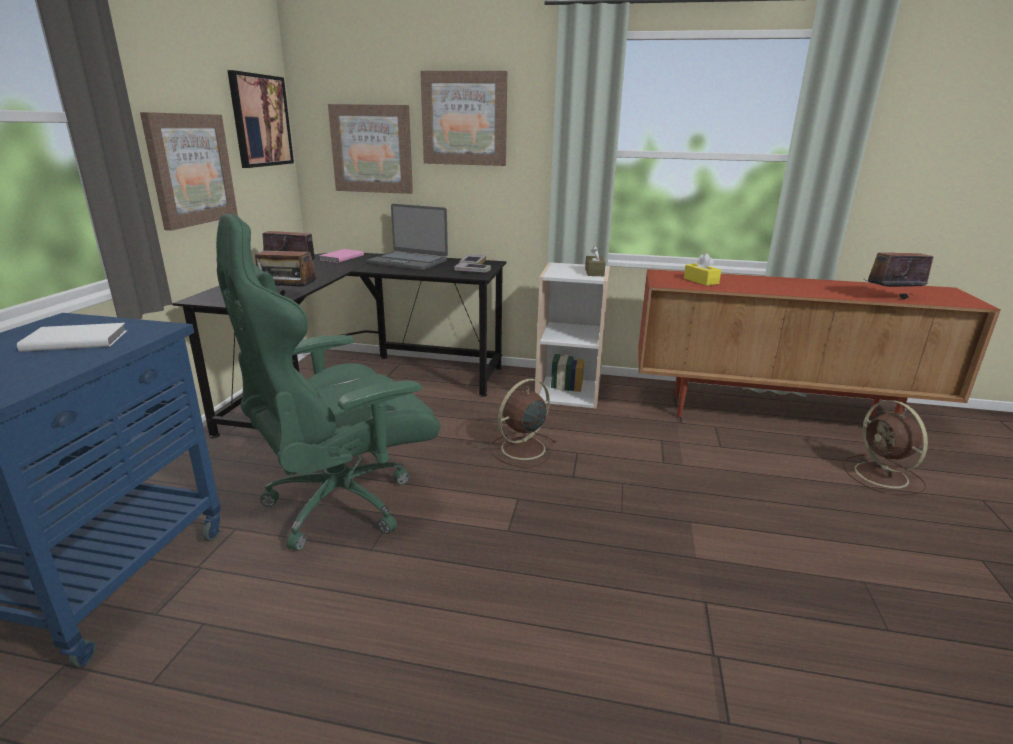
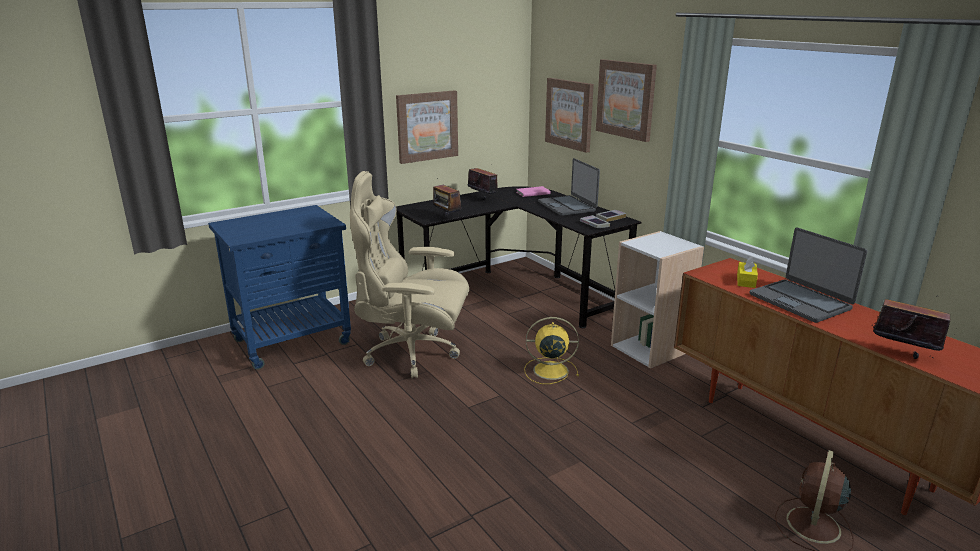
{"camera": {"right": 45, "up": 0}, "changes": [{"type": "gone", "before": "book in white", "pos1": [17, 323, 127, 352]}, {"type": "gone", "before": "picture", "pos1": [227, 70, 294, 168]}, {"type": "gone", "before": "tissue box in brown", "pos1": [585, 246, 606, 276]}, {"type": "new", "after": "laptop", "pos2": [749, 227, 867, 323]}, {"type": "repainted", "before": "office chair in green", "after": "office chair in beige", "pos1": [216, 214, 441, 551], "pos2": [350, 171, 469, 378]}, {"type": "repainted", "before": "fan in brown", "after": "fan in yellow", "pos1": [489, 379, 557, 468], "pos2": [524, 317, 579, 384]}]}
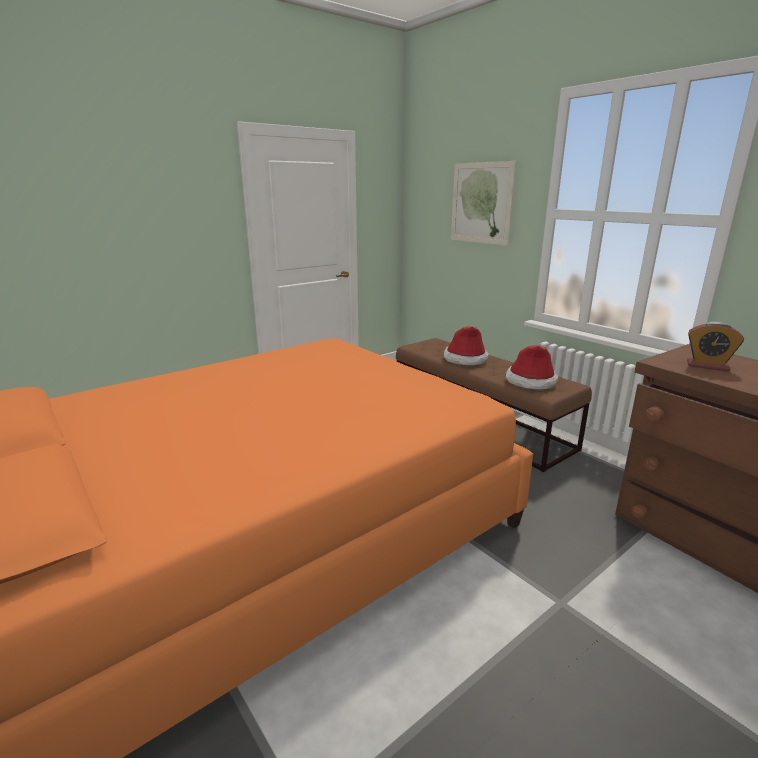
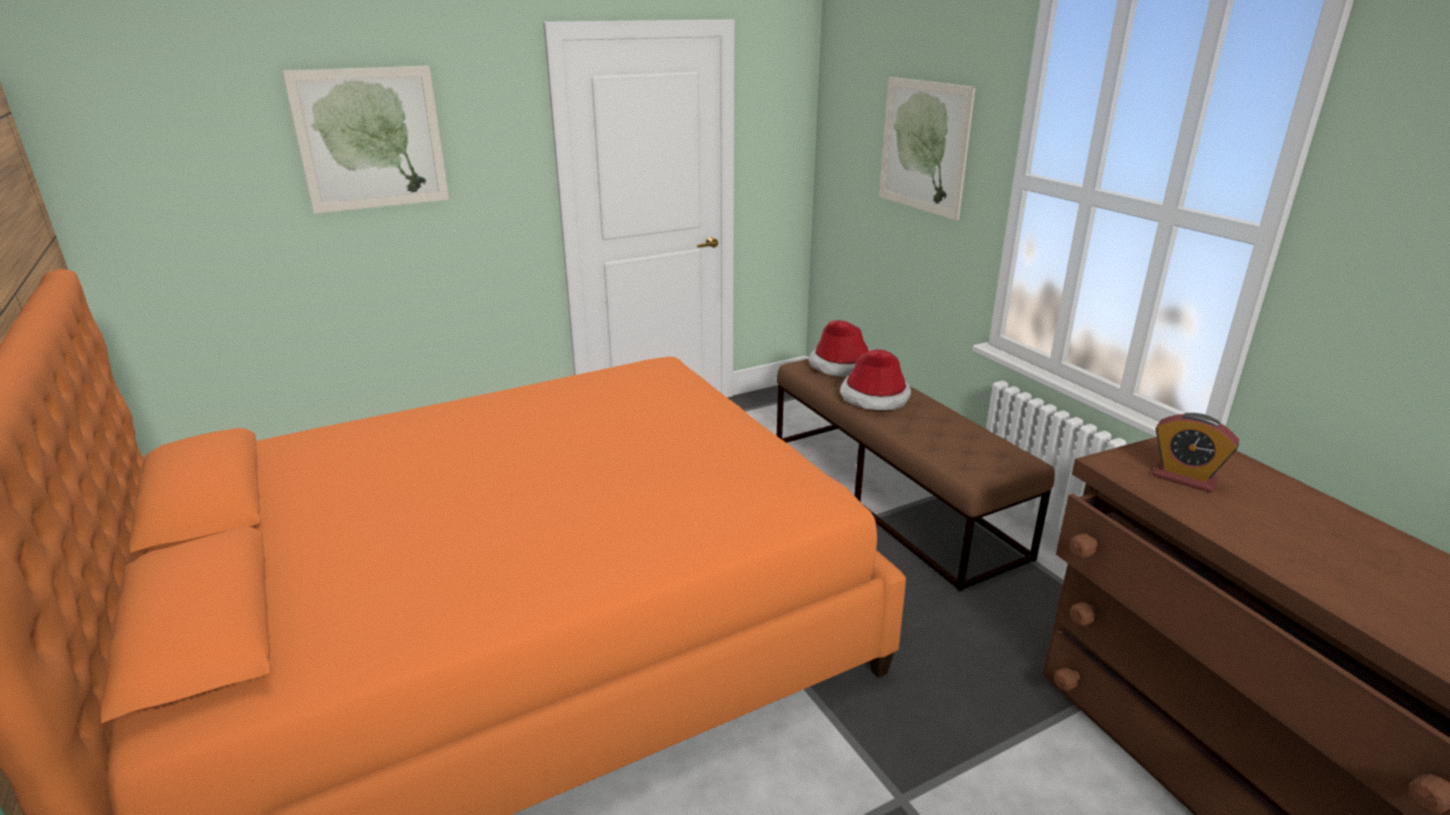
{"camera": {"right": 10, "up": 5}, "changes": [{"type": "new", "after": "picture", "pos2": [283, 66, 449, 214]}, {"type": "shifted", "before": "hat", "pos1": [506, 345, 558, 390], "pos2": [808, 320, 870, 377]}]}
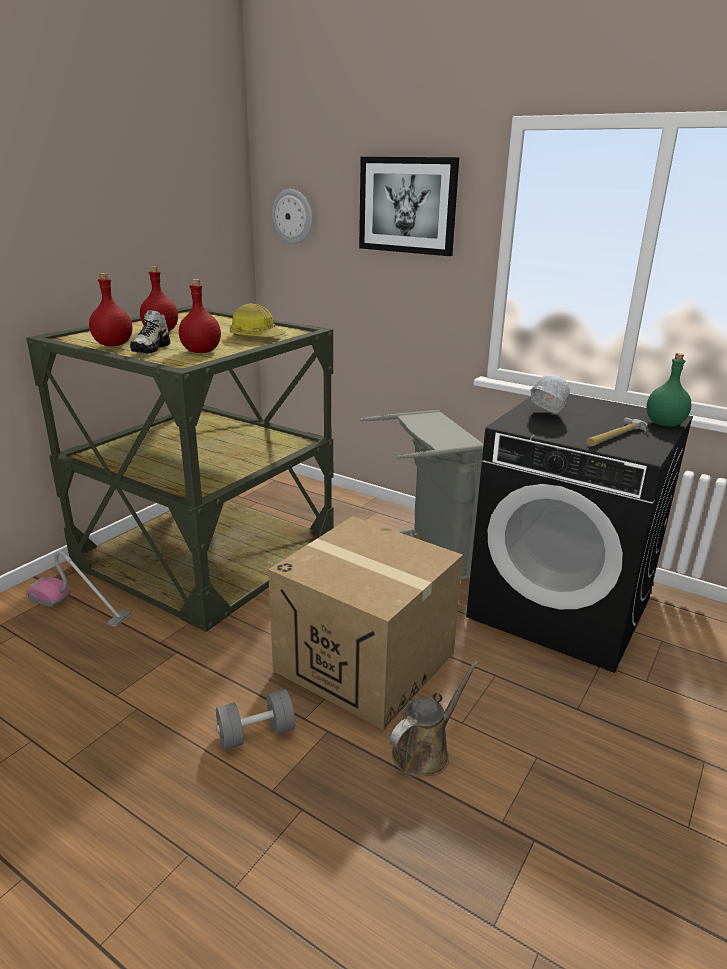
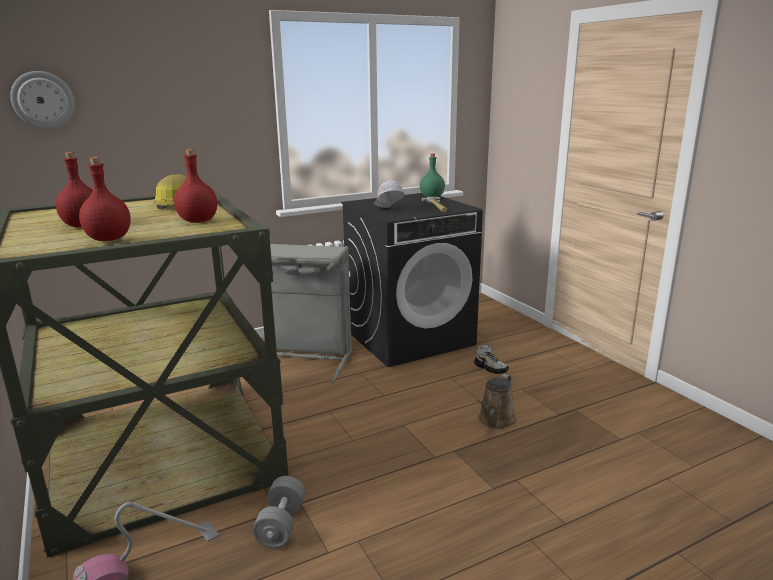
{"camera": {"right": -60, "up": -5}, "changes": [{"type": "gone", "before": "cardboard box", "pos1": [268, 516, 463, 731]}, {"type": "gone", "before": "picture", "pos1": [359, 157, 459, 256]}, {"type": "shifted", "before": "shoe", "pos1": [130, 310, 170, 353], "pos2": [474, 344, 509, 374]}, {"type": "shifted", "before": "dumbbell in grey", "pos1": [216, 689, 295, 750], "pos2": [252, 476, 305, 548]}, {"type": "rotated", "before": "watering can in brown", "pos1": [390, 661, 479, 777], "pos2": [477, 374, 517, 429], "turn": -135}]}
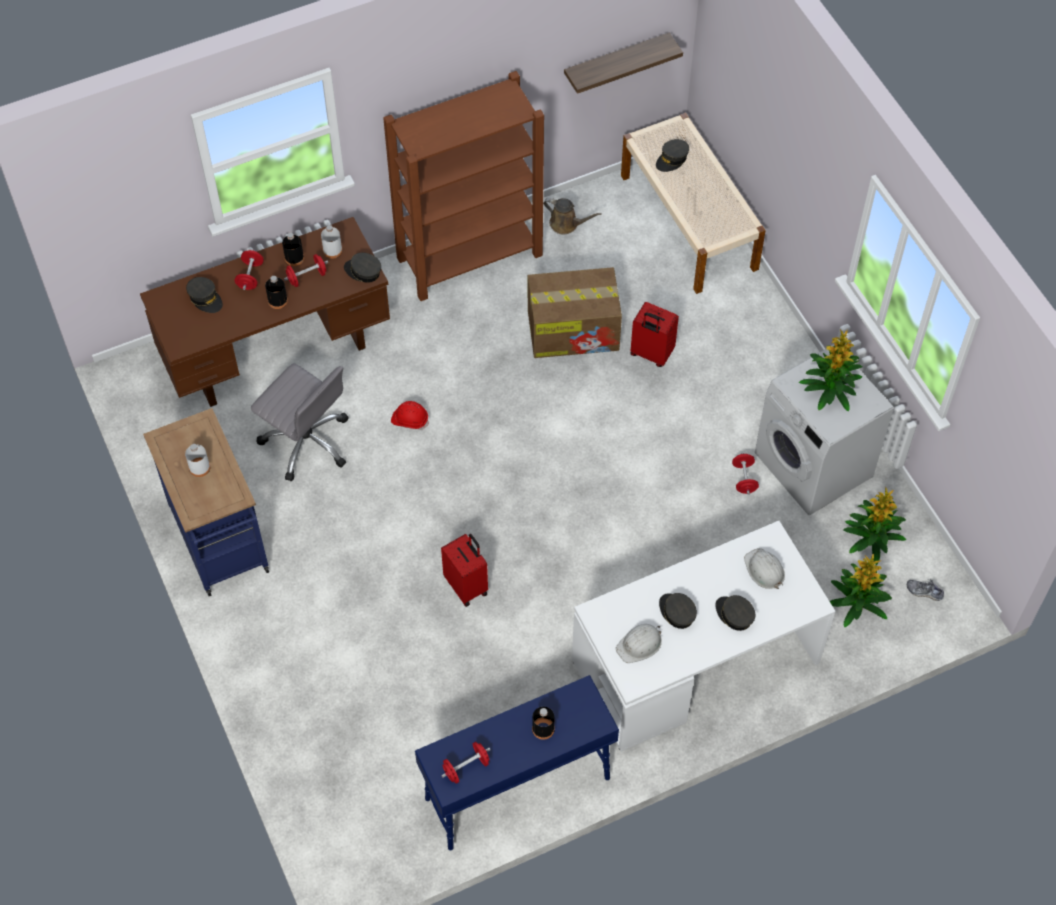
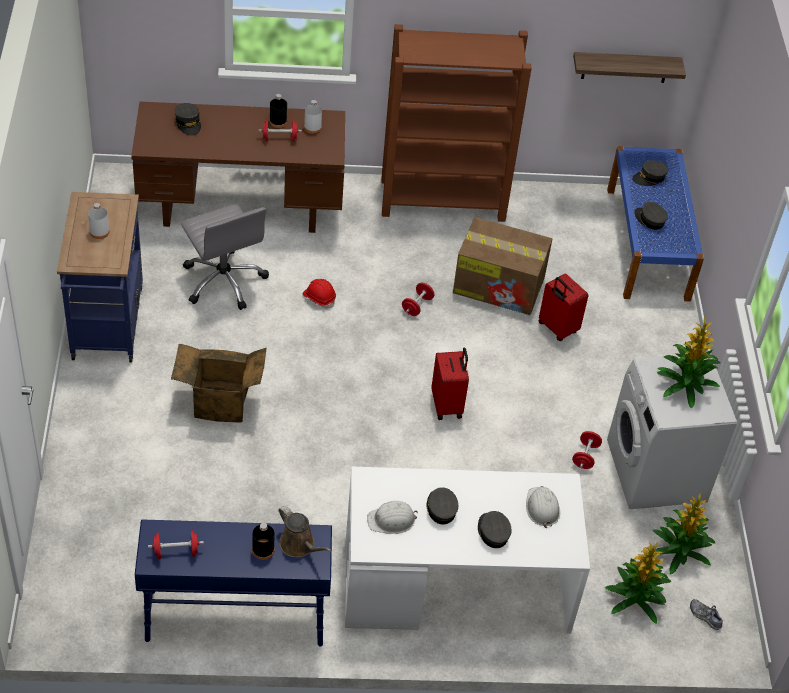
{"camera": {"right": 20, "up": -10}, "changes": [{"type": "gone", "before": "bottle in black", "pos1": [265, 276, 288, 309]}, {"type": "new", "after": "cardboard box", "pos2": [171, 344, 267, 423]}, {"type": "shifted", "before": "dumbbell in red", "pos1": [235, 250, 264, 290], "pos2": [402, 283, 434, 316]}, {"type": "shifted", "before": "cap in grey", "pos1": [344, 252, 381, 283], "pos2": [634, 202, 668, 230]}, {"type": "shifted", "before": "suitcase in red", "pos1": [441, 534, 488, 607], "pos2": [432, 348, 469, 420]}, {"type": "shifted", "before": "watering can in brown", "pos1": [543, 198, 602, 234], "pos2": [279, 506, 331, 558]}, {"type": "repainted", "before": "bench in beige", "after": "bench in blue", "pos1": [621, 113, 766, 294], "pos2": [607, 146, 704, 302]}]}
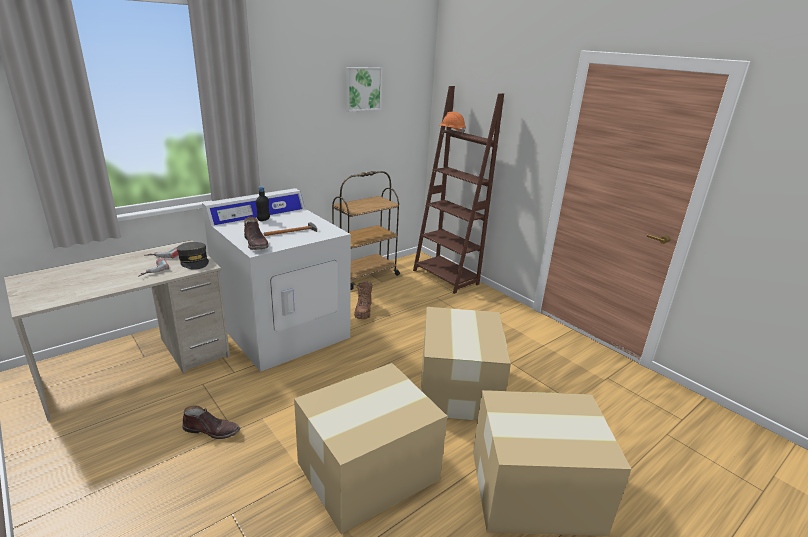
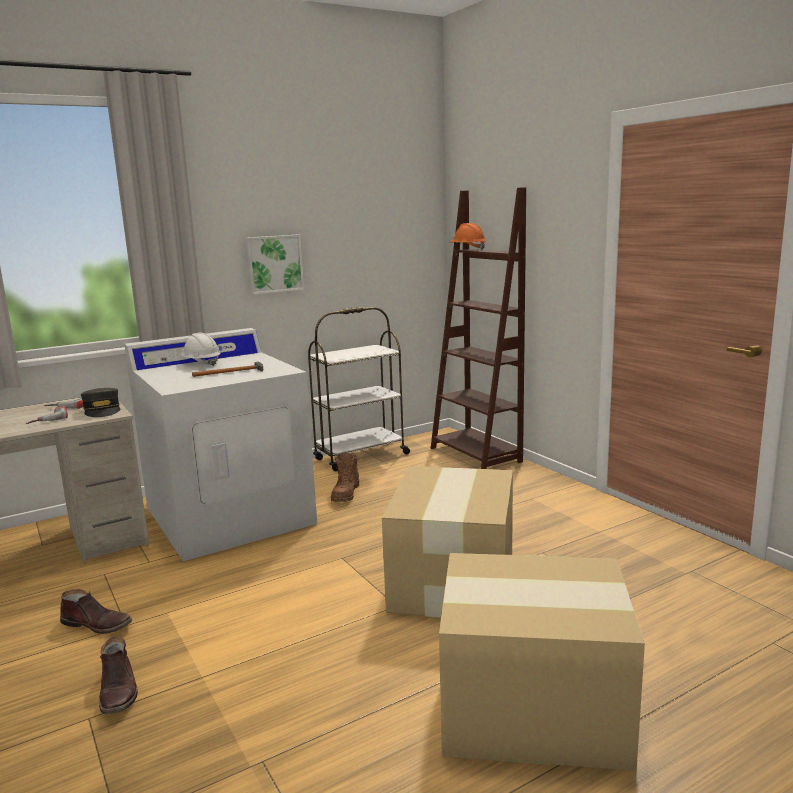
{"camera": {"right": 10, "up": -10}, "changes": [{"type": "gone", "before": "cardboard box", "pos1": [294, 363, 447, 534]}, {"type": "shifted", "before": "boot in brown", "pos1": [244, 217, 269, 250], "pos2": [99, 636, 138, 714]}, {"type": "shifted", "before": "picture", "pos1": [345, 67, 382, 112], "pos2": [246, 234, 304, 295]}, {"type": "swapped", "before": "bottle in black", "after": "hard hat in white", "pos1": [256, 187, 270, 221], "pos2": [180, 333, 220, 366]}, {"type": "repainted", "before": "cart in brown", "after": "cart in white", "pos1": [332, 171, 400, 290], "pos2": [308, 307, 410, 471]}]}
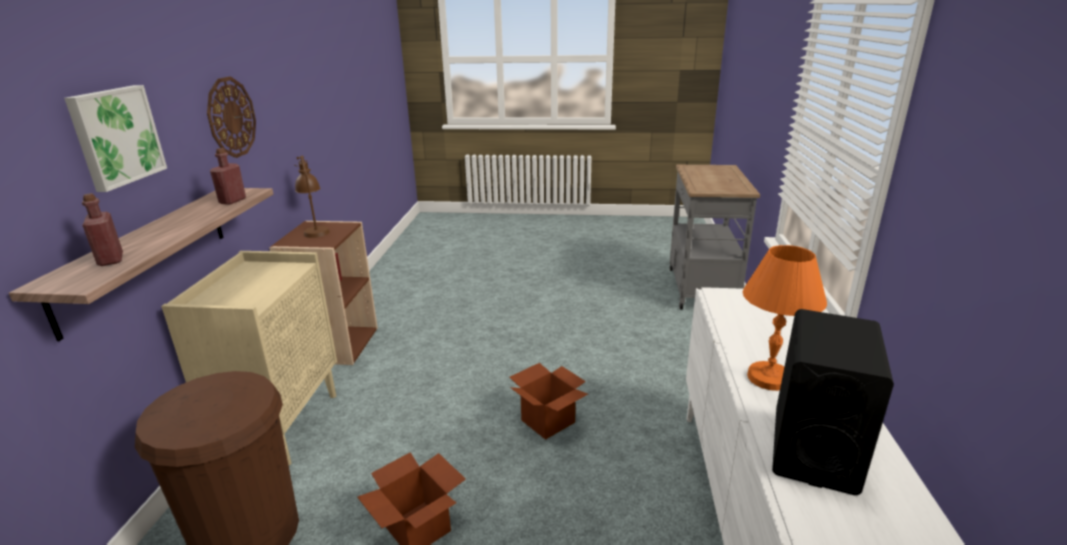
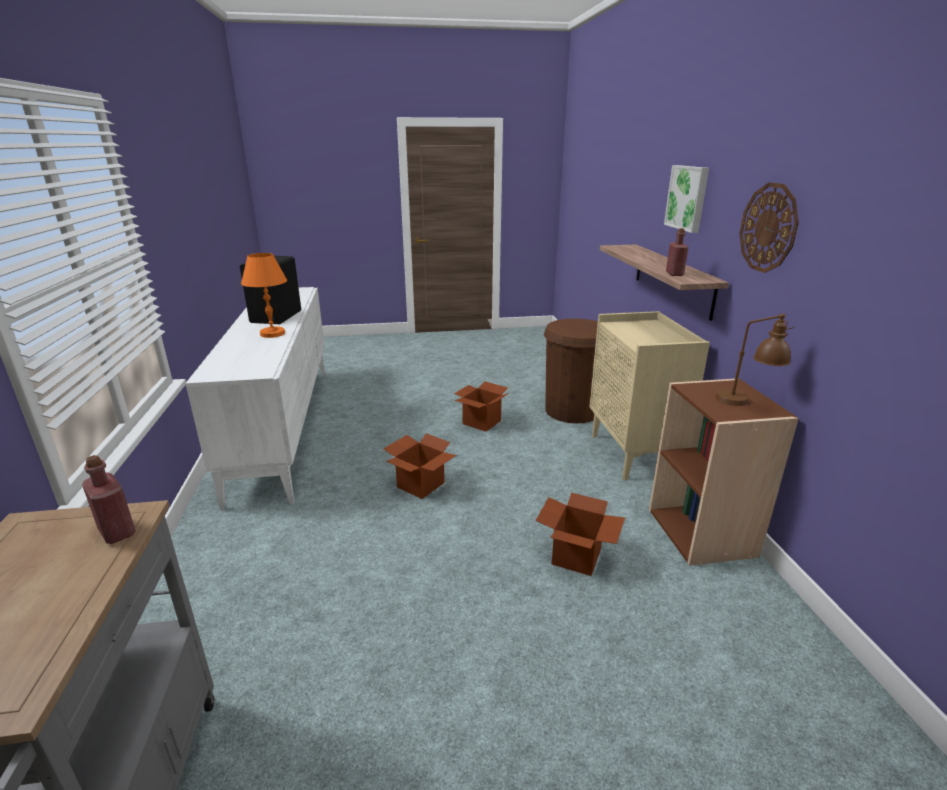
{"camera": {"right": 165, "up": 0}, "changes": [{"type": "new", "after": "cardboard box", "pos2": [536, 493, 625, 576]}, {"type": "shifted", "before": "bottle in red", "pos1": [82, 193, 123, 266], "pos2": [82, 455, 136, 544]}]}
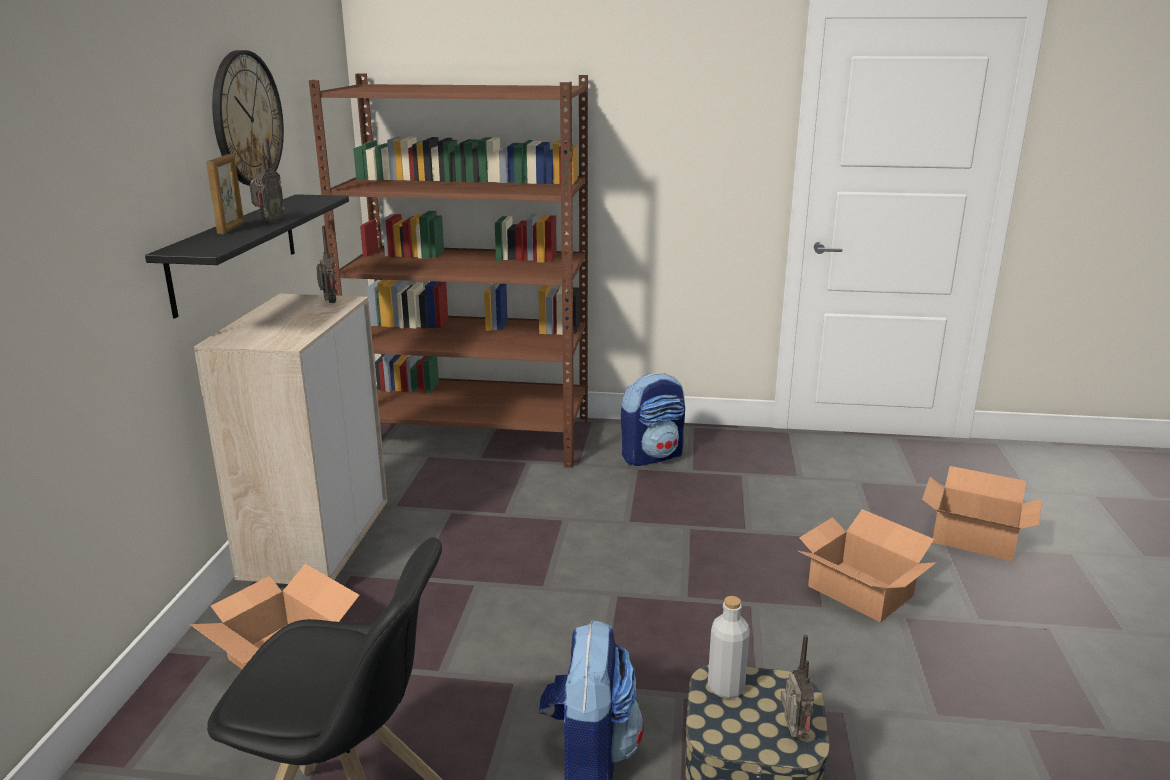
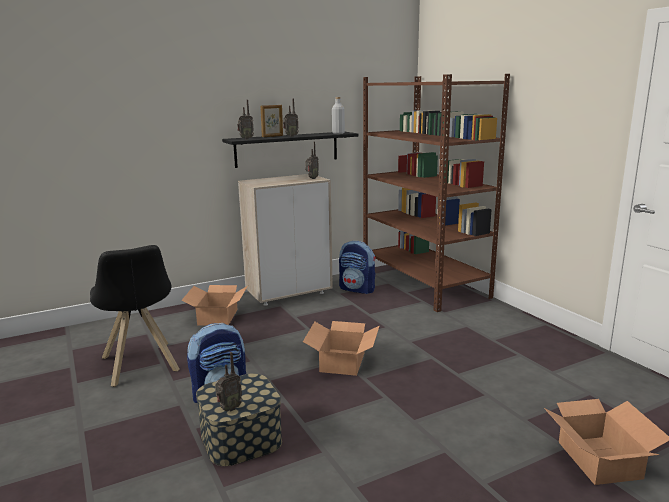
{"camera": {"right": 55, "up": -5}, "changes": [{"type": "gone", "before": "wall clock", "pos1": [212, 50, 284, 186]}, {"type": "new", "after": "radio", "pos2": [237, 100, 254, 140]}, {"type": "shifted", "before": "backpack", "pos1": [621, 372, 685, 466], "pos2": [339, 241, 376, 294]}, {"type": "shifted", "before": "bottle in grey", "pos1": [708, 596, 750, 699], "pos2": [332, 97, 345, 134]}, {"type": "shifted", "before": "cardboard box", "pos1": [798, 509, 937, 622], "pos2": [303, 321, 379, 376]}]}
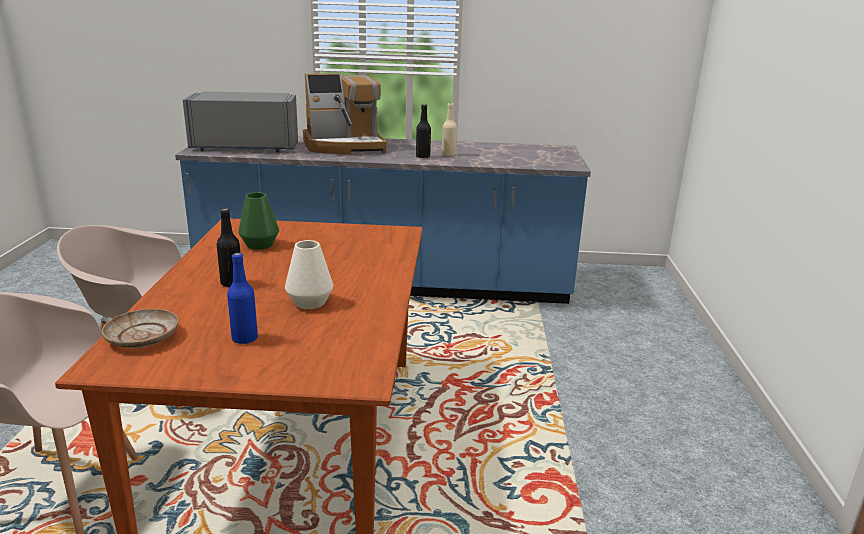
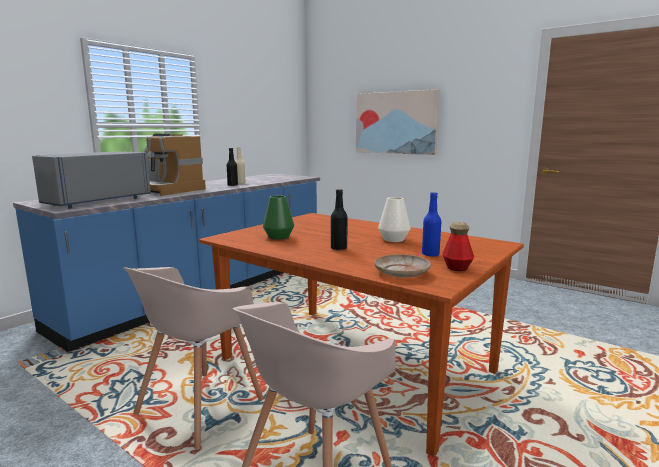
{"camera": {"right": -55, "up": -10}, "changes": [{"type": "new", "after": "picture", "pos2": [356, 89, 440, 155]}, {"type": "new", "after": "bottle", "pos2": [443, 222, 474, 271]}, {"type": "rotated", "before": "coffee machine", "pos1": [303, 73, 387, 154], "pos2": [144, 134, 206, 196], "turn": 105}]}
